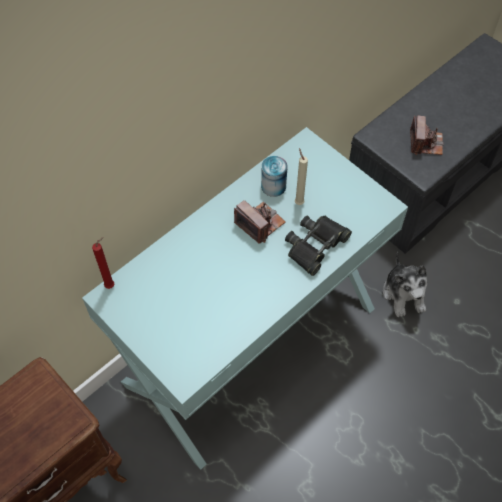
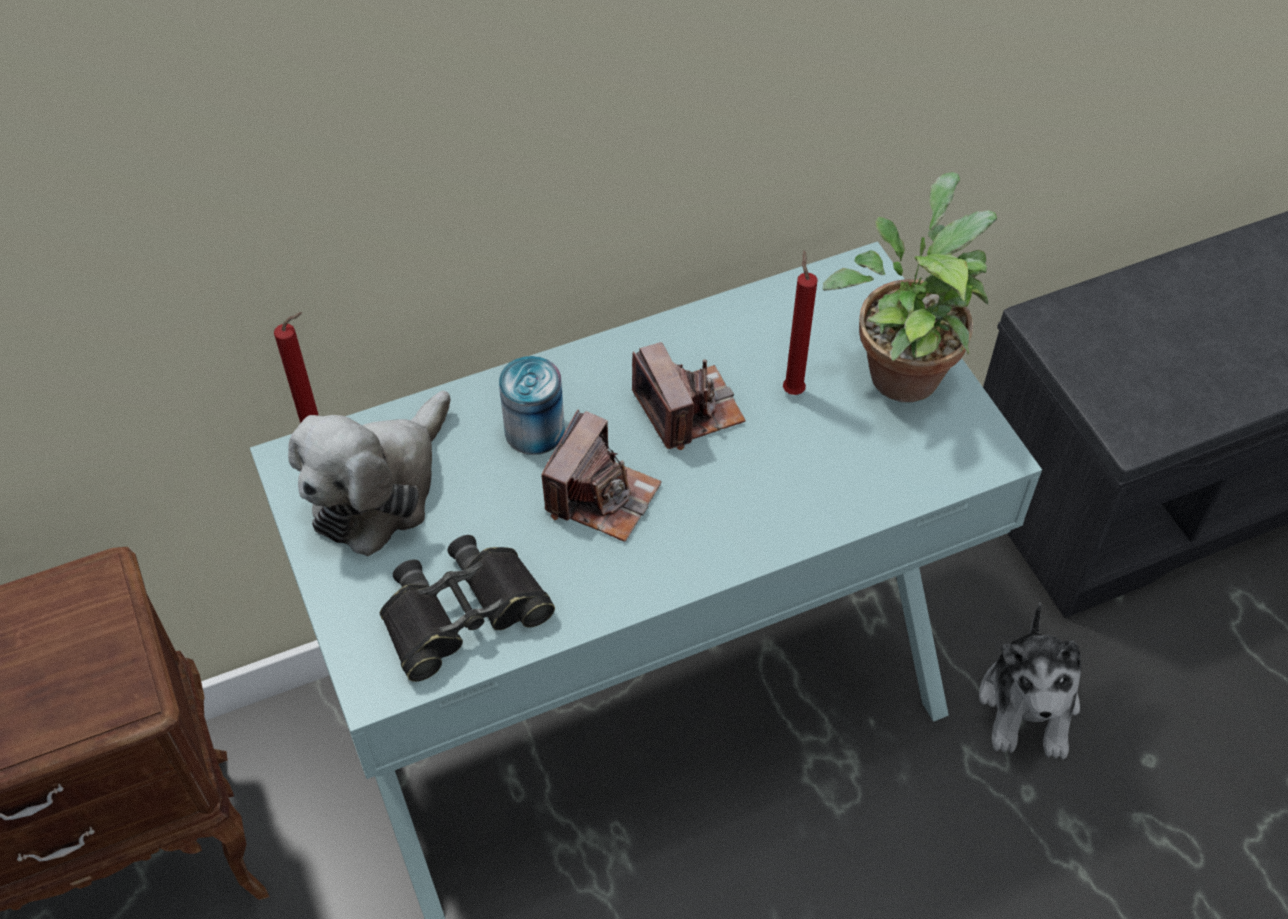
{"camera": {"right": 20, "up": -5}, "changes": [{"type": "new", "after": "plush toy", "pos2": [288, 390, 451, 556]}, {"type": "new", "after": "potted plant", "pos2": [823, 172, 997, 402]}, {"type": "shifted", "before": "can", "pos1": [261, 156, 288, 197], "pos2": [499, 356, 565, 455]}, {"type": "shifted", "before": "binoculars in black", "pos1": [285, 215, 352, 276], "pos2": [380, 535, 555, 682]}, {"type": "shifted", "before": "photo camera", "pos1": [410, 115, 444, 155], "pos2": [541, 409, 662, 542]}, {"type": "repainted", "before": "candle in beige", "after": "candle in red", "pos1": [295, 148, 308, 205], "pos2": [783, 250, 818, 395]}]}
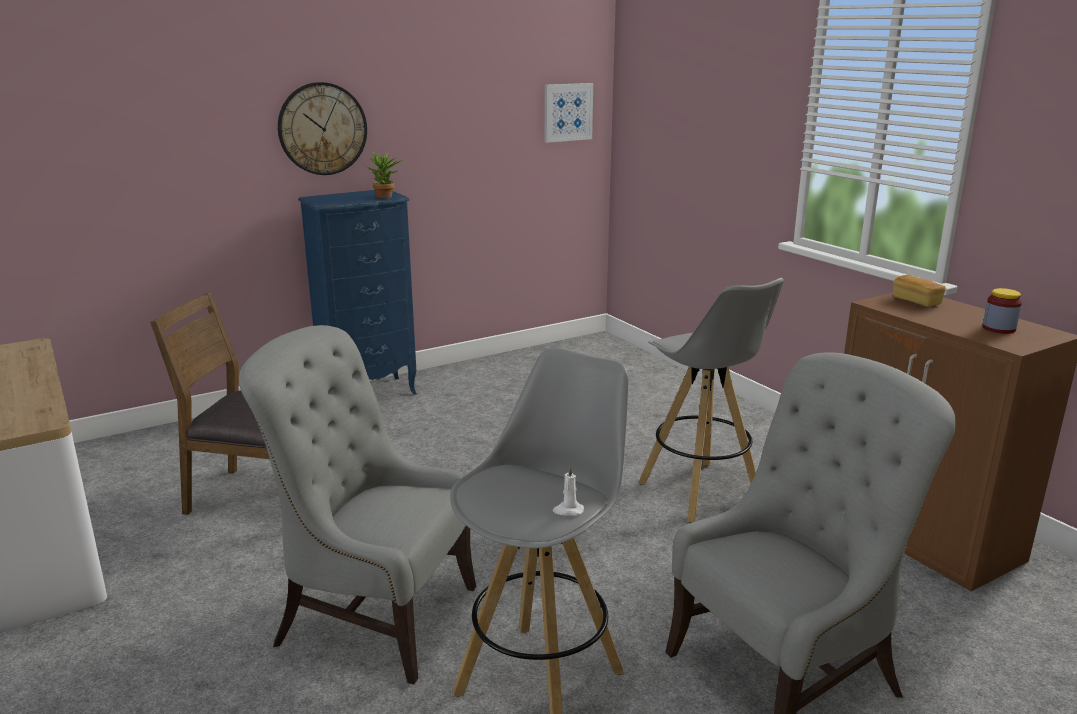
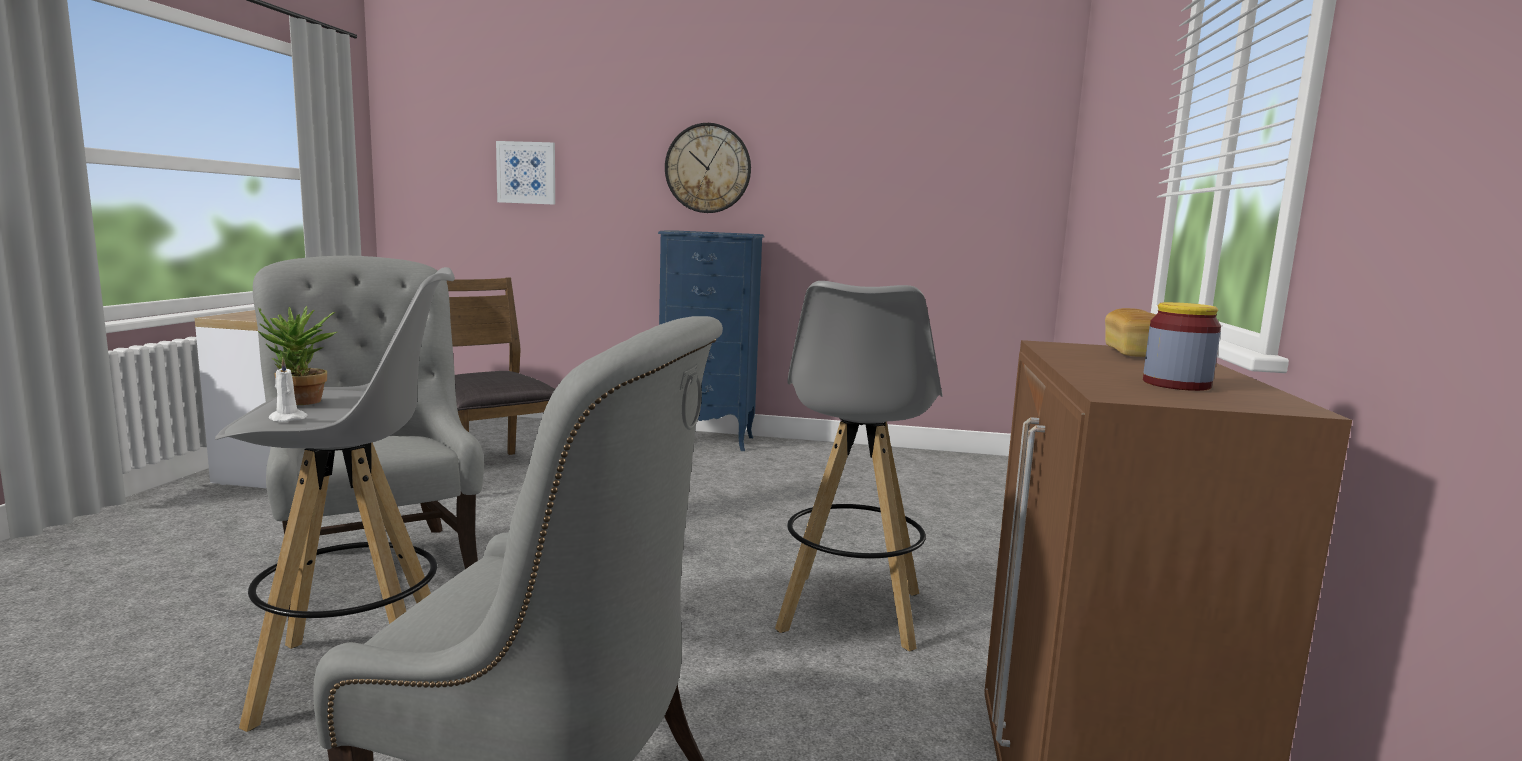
{"camera": {"right": 40, "up": -10}, "changes": [{"type": "shifted", "before": "potted plant", "pos1": [367, 152, 403, 199], "pos2": [258, 306, 337, 405]}, {"type": "shifted", "before": "picture", "pos1": [545, 83, 593, 143], "pos2": [496, 141, 555, 205]}]}
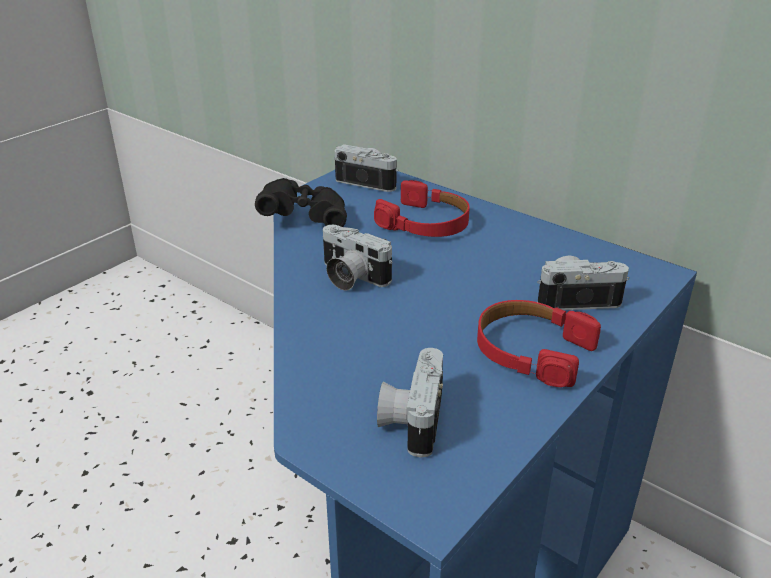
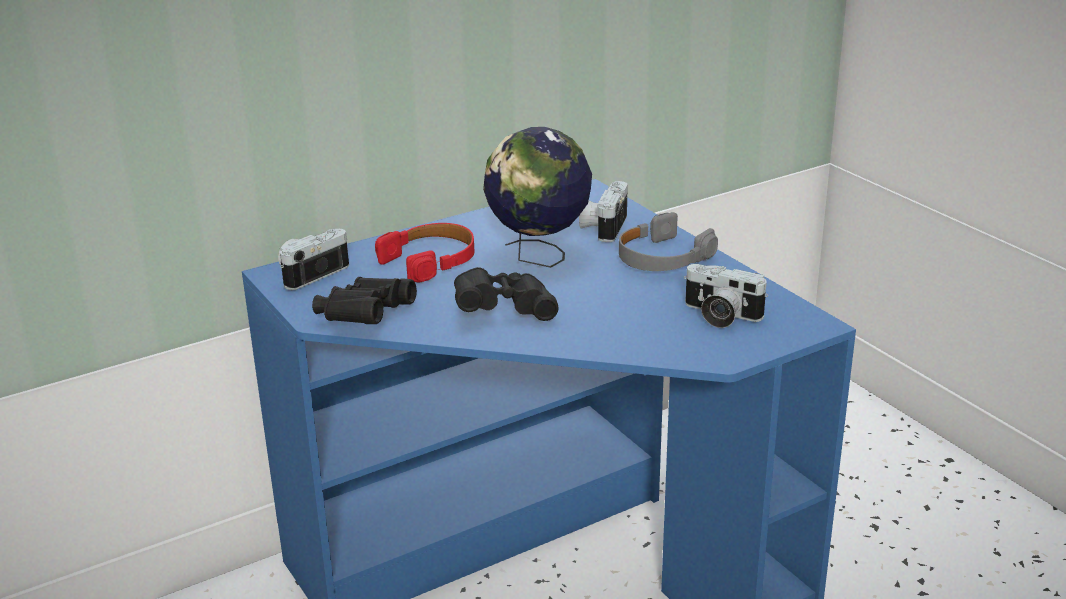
{"camera": {"right": -70, "up": -5}, "changes": [{"type": "new", "after": "globe", "pos2": [483, 127, 592, 268]}, {"type": "swapped", "before": "photo camera", "after": "binoculars in black", "pos1": [323, 225, 392, 291], "pos2": [454, 267, 559, 321]}, {"type": "repainted", "before": "headphones in red", "after": "headphones in grey", "pos1": [477, 300, 601, 387], "pos2": [619, 212, 718, 271]}]}
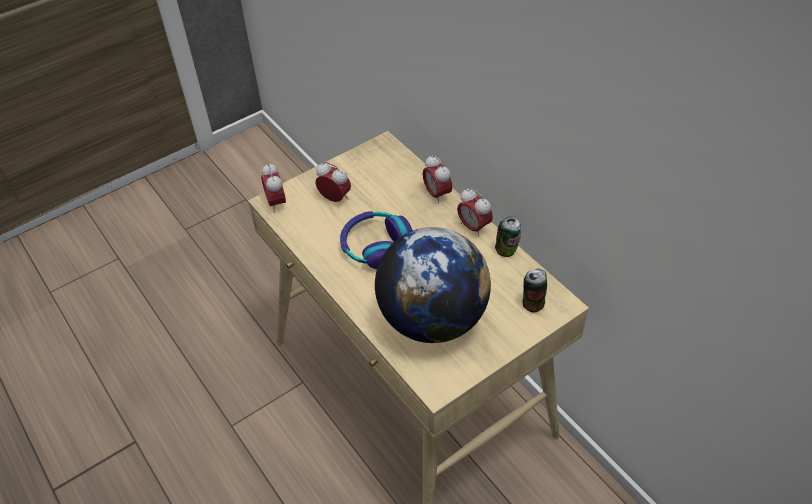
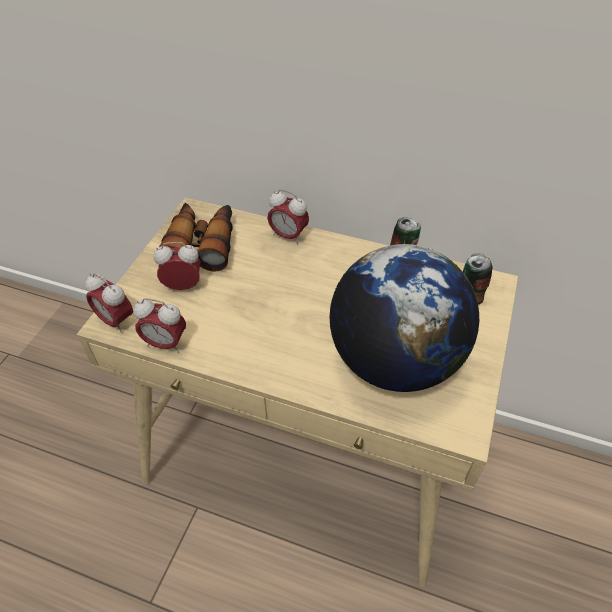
{"camera": {"right": -35, "up": 0}, "changes": [{"type": "gone", "before": "headphones", "pos1": [340, 211, 413, 269]}, {"type": "new", "after": "binoculars", "pos2": [159, 203, 233, 272]}, {"type": "shifted", "before": "alarm clock", "pos1": [457, 188, 493, 237], "pos2": [133, 298, 186, 353]}]}
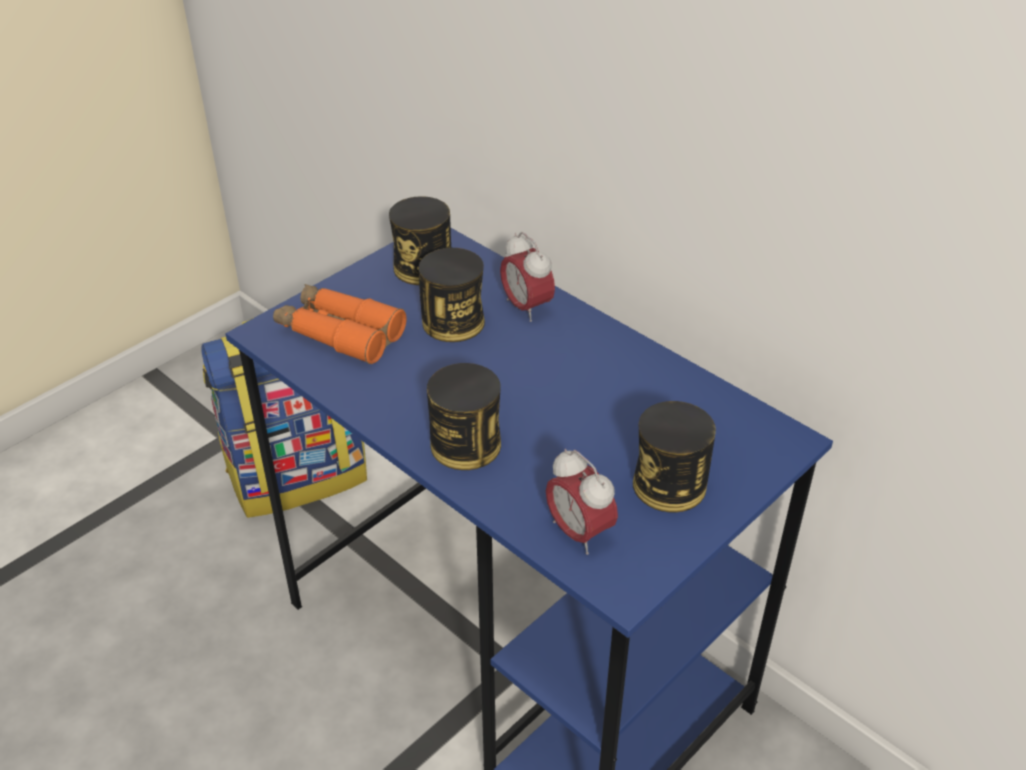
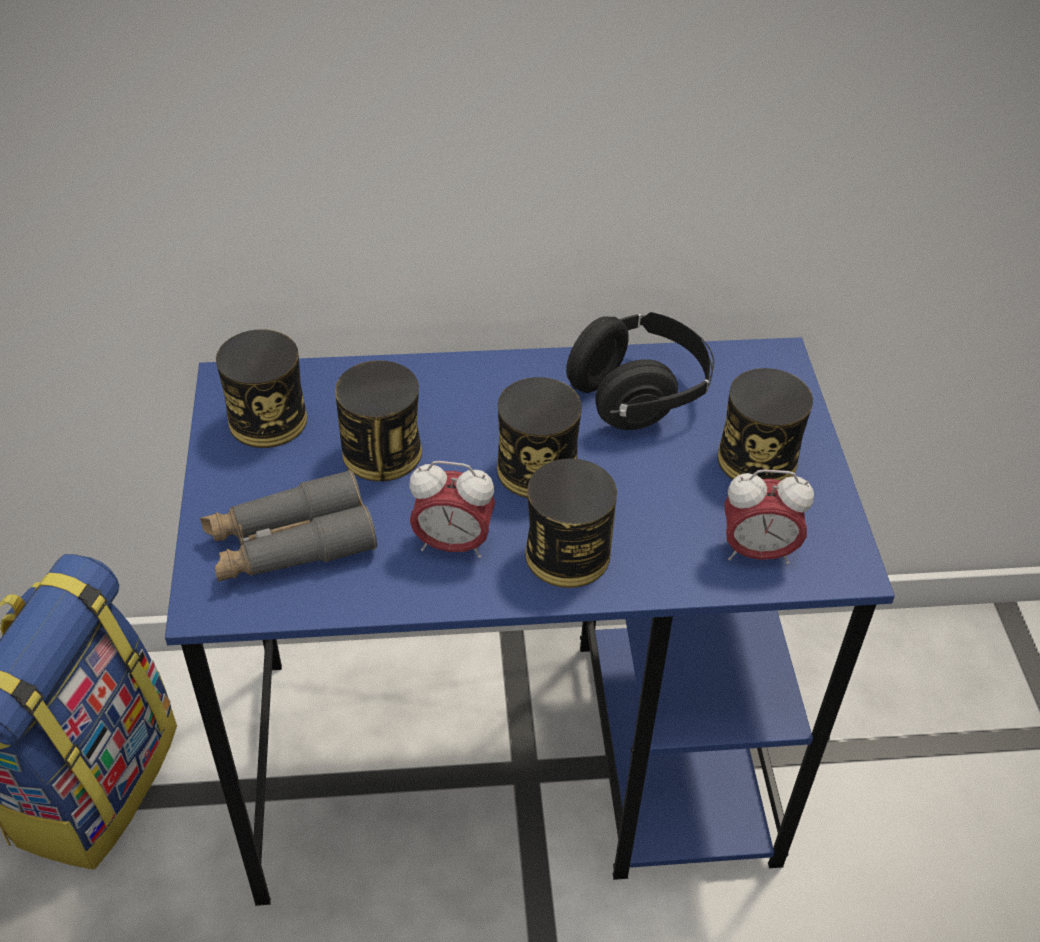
{"camera": {"right": -50, "up": 5}, "changes": [{"type": "new", "after": "can", "pos2": [497, 377, 582, 498]}, {"type": "new", "after": "headphones in black", "pos2": [566, 312, 714, 430]}, {"type": "shifted", "before": "alarm clock", "pos1": [500, 232, 555, 322], "pos2": [409, 461, 495, 558]}, {"type": "repainted", "before": "binoculars in orange", "after": "binoculars in grey", "pos1": [273, 284, 407, 364], "pos2": [200, 470, 377, 582]}]}
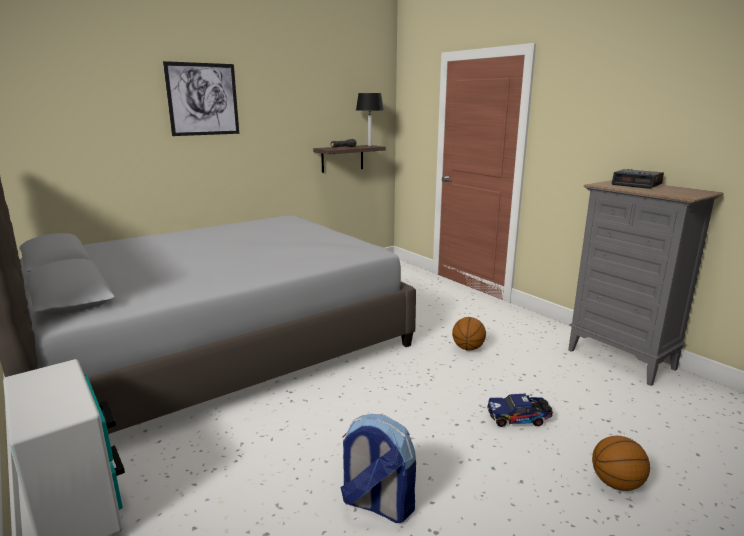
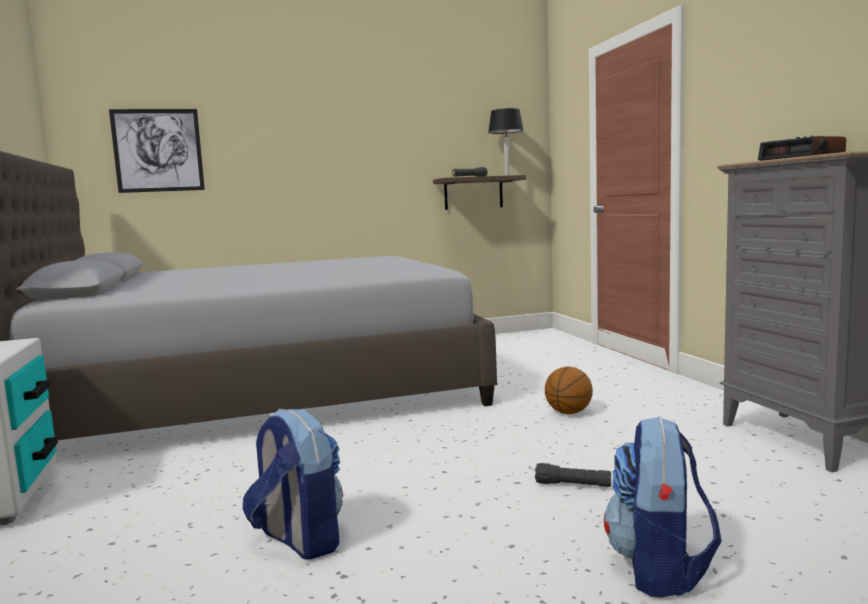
{"camera": {"right": 20, "up": -10}, "changes": [{"type": "shifted", "before": "picture", "pos1": [163, 61, 239, 136], "pos2": [109, 109, 205, 193]}, {"type": "swapped", "before": "toy truck", "after": "flashlight in black", "pos1": [487, 394, 553, 427], "pos2": [535, 463, 611, 487]}, {"type": "swapped", "before": "basketball", "after": "backpack", "pos1": [592, 436, 650, 491], "pos2": [604, 417, 722, 597]}]}
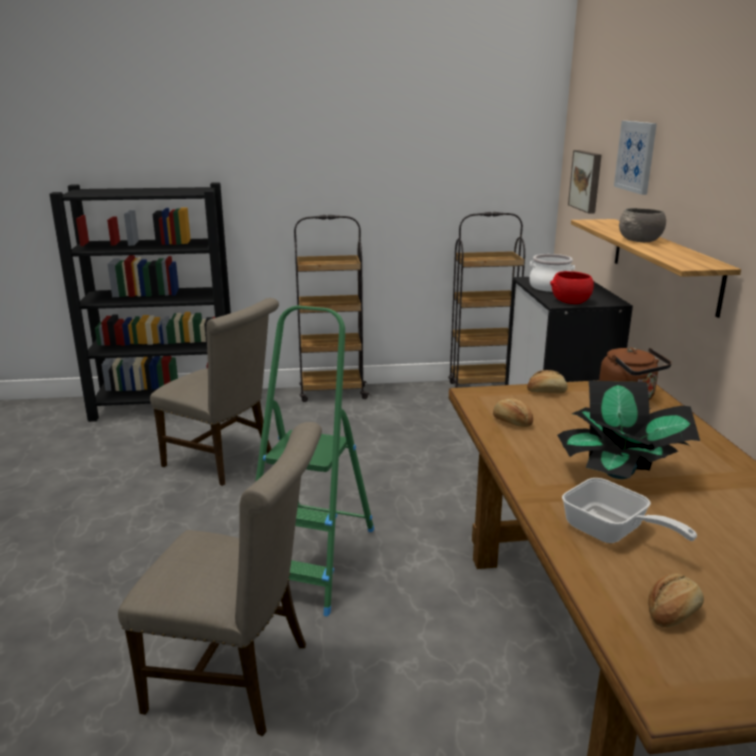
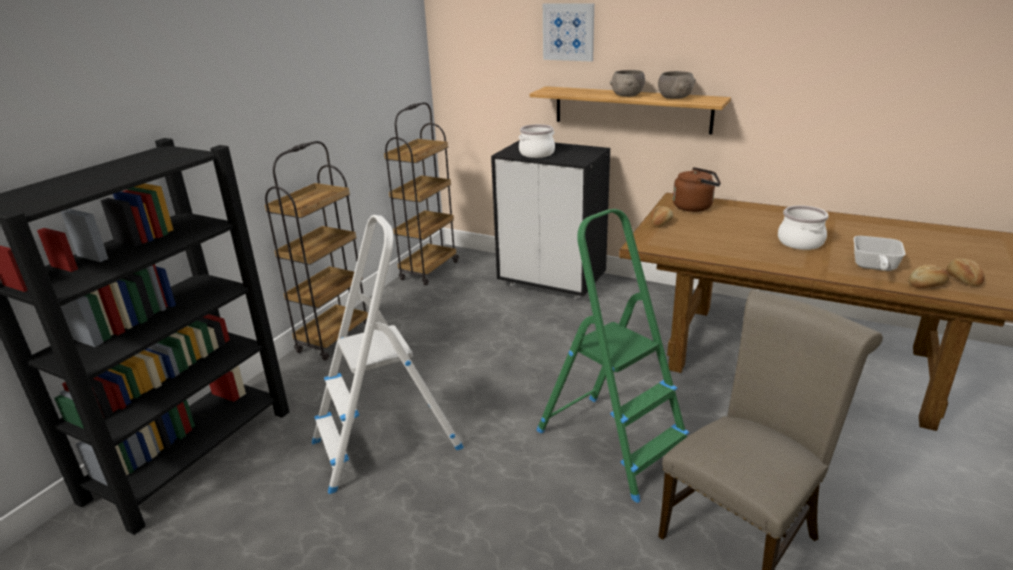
{"camera": {"right": -55, "up": 5}, "changes": [{"type": "gone", "before": "bowl in red", "pos1": [550, 271, 594, 304]}, {"type": "gone", "before": "picture", "pos1": [568, 150, 602, 213]}, {"type": "new", "after": "bowl in grey", "pos2": [658, 71, 696, 99]}, {"type": "shifted", "before": "bread", "pos1": [493, 399, 533, 427], "pos2": [908, 265, 949, 288]}, {"type": "swapped", "before": "chair in beige", "after": "step ladder in white", "pos1": [150, 298, 279, 486], "pos2": [312, 215, 464, 494]}, {"type": "swapped", "before": "potted plant", "after": "cooking pot", "pos1": [557, 381, 700, 479], "pos2": [778, 205, 829, 250]}, {"type": "rotated", "before": "frying pan", "pos1": [562, 478, 697, 543], "pos2": [854, 236, 906, 271], "turn": 120}]}
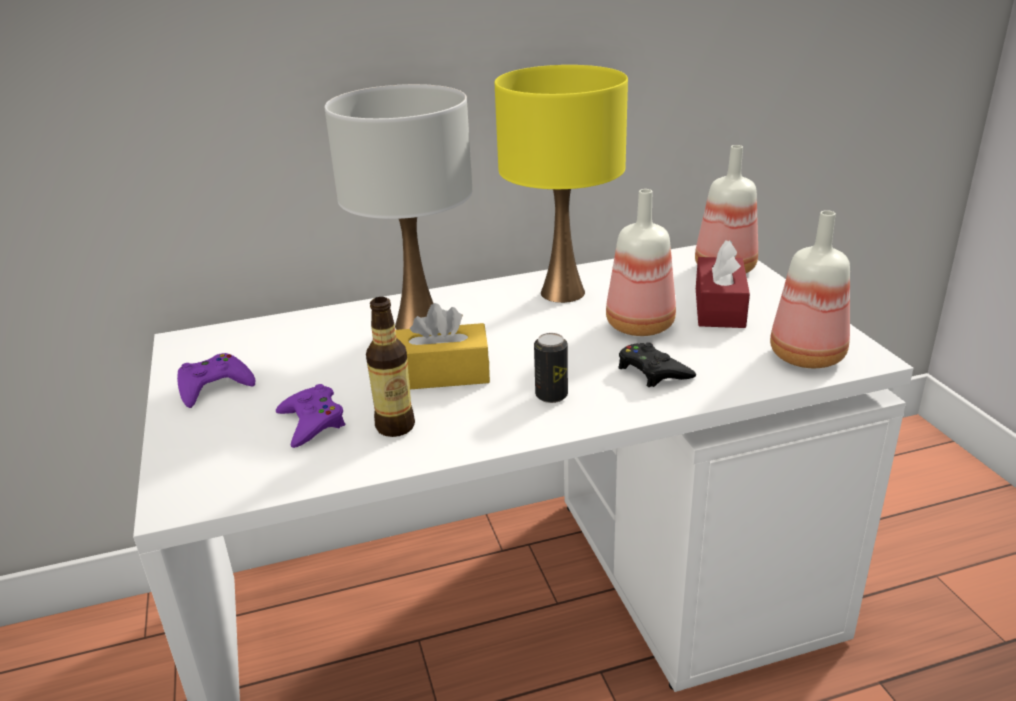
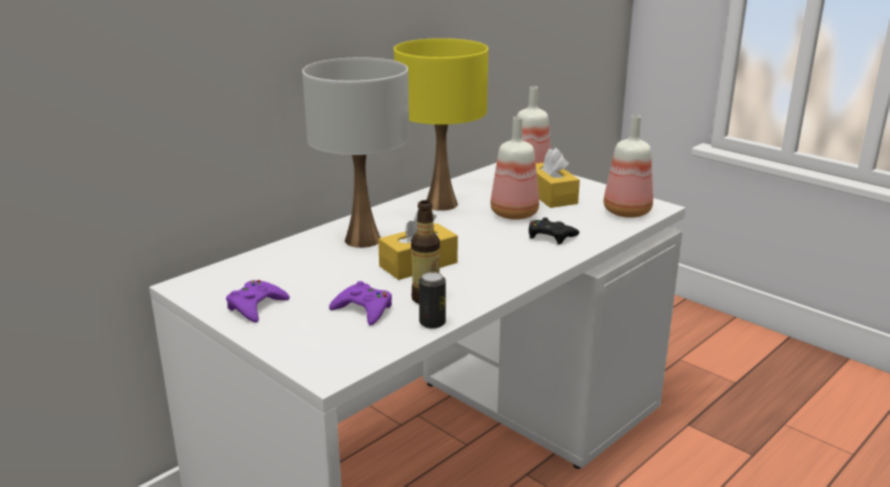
{"camera": {"right": -30, "up": -5}, "changes": [{"type": "shifted", "before": "can", "pos1": [534, 333, 568, 403], "pos2": [419, 272, 446, 329]}, {"type": "repainted", "before": "tissue box in red", "after": "tissue box in yellow", "pos1": [696, 240, 750, 328], "pos2": [536, 148, 580, 208]}]}
